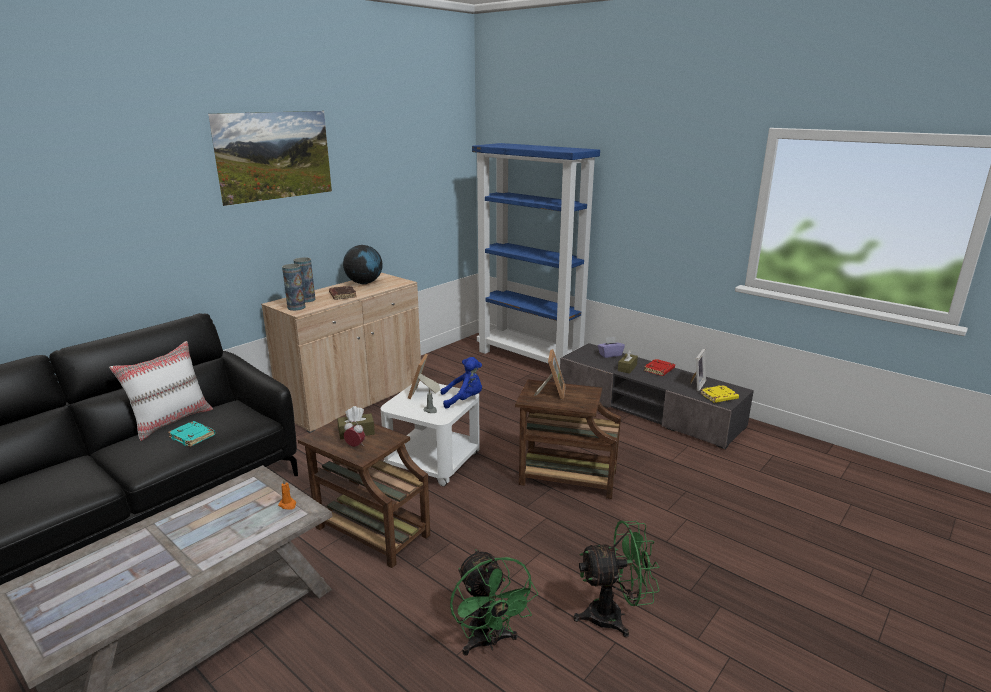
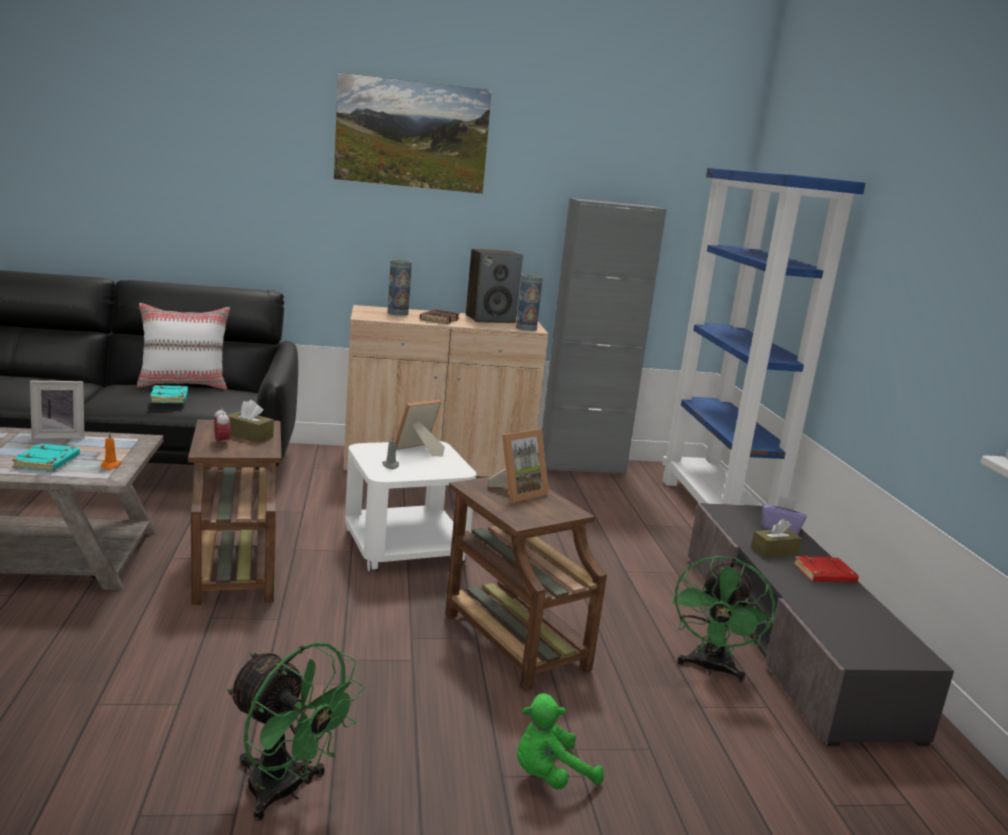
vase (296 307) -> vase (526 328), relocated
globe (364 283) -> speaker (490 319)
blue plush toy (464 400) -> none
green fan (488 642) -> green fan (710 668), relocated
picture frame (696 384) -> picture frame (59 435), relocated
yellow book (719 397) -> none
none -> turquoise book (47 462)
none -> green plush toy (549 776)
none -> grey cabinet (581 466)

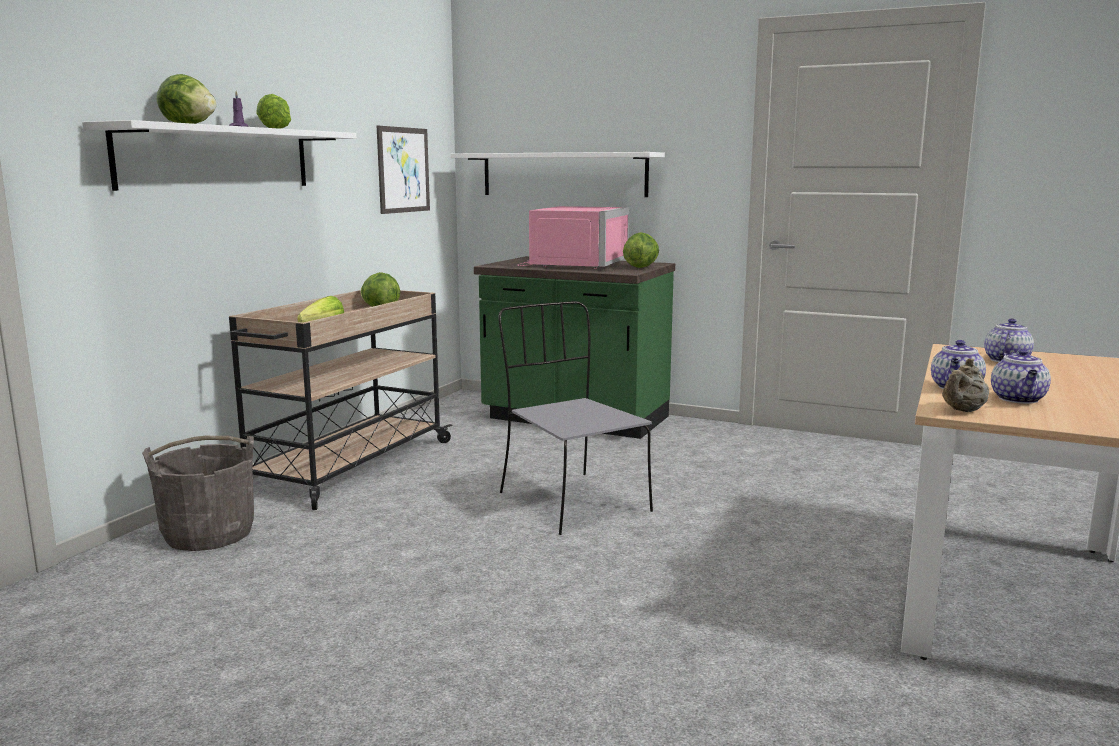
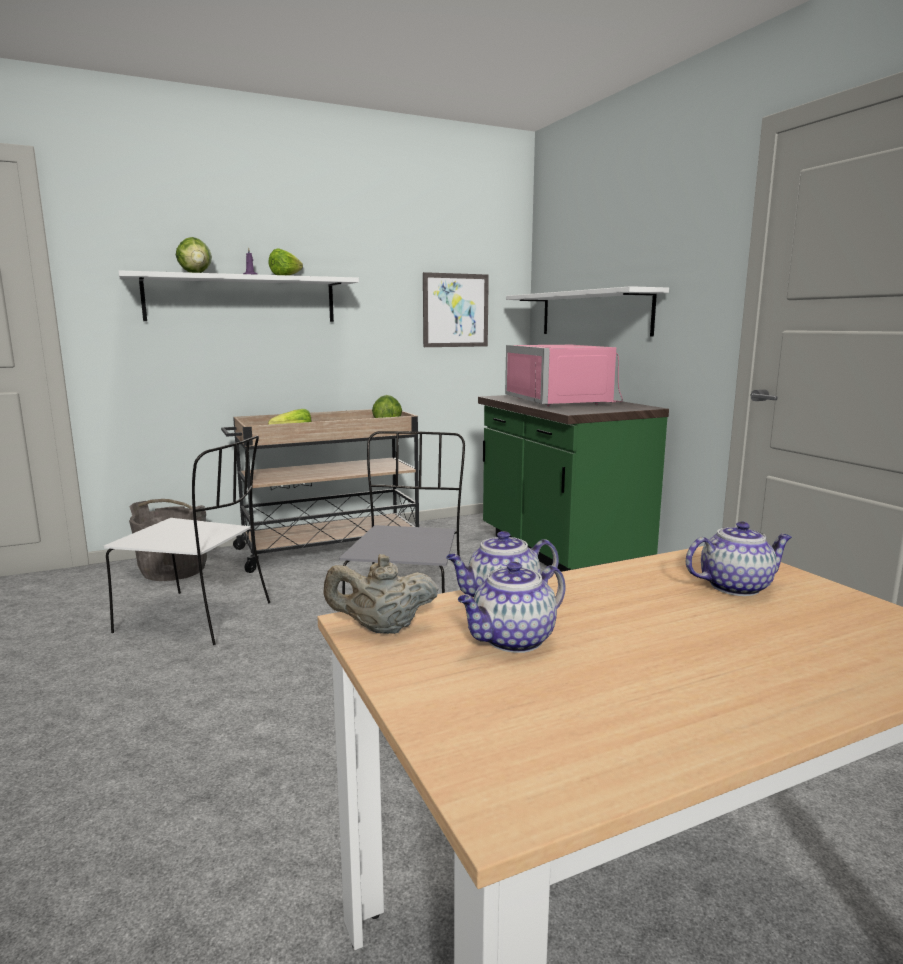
pink microwave (572 264) -> pink microwave (564 401), 105 degrees clockwise
lettuce (641 267) -> none
none -> white chair (198 618)

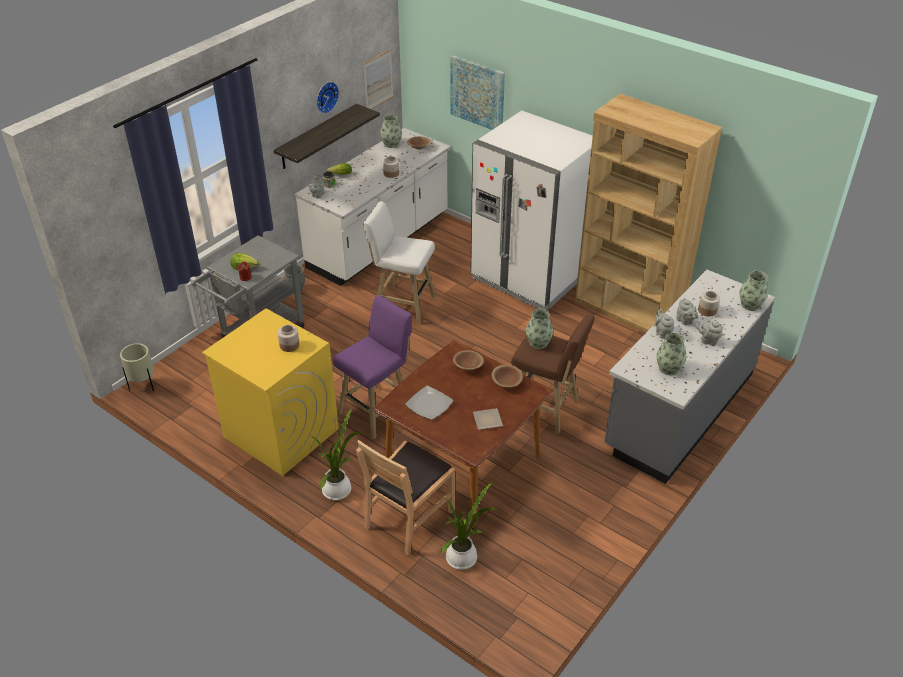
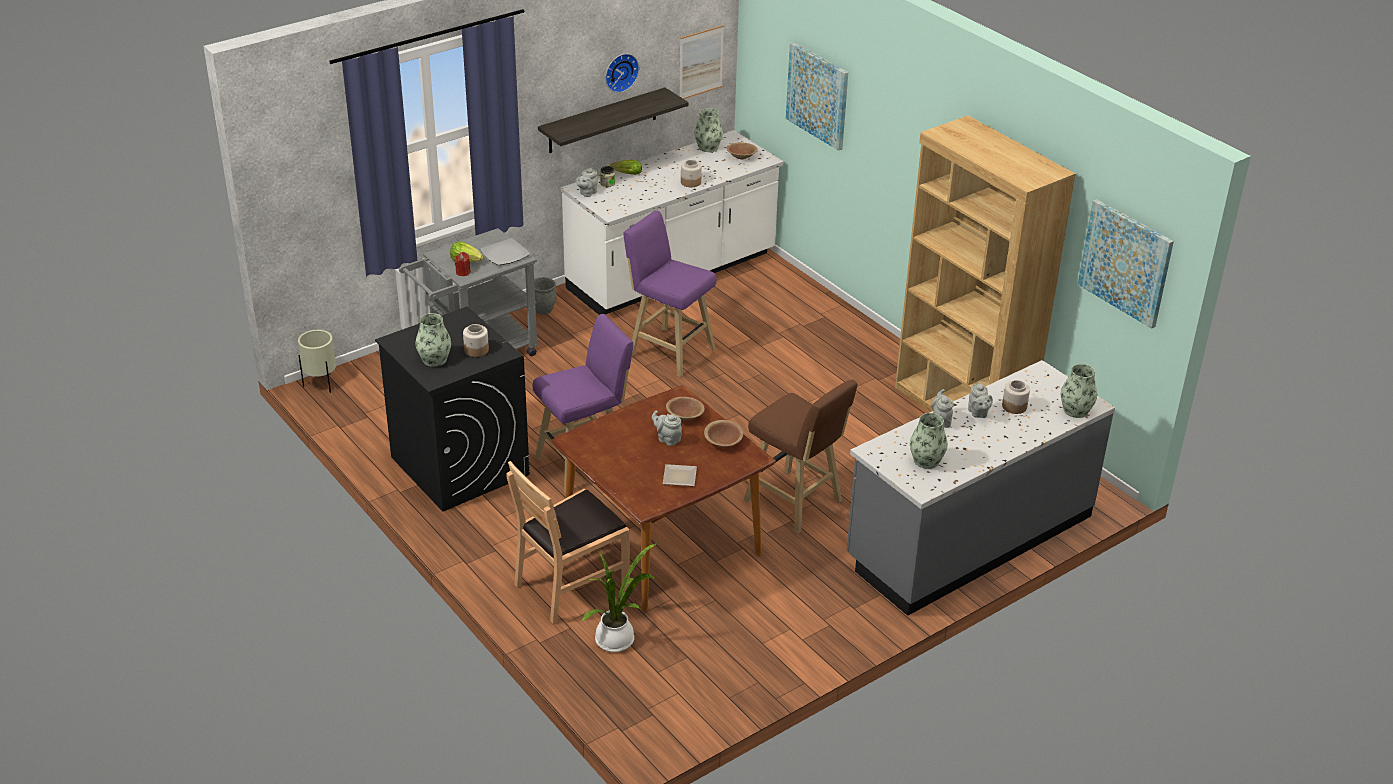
yellow washing machine (280 432) -> black washing machine (459 465)
potted plant (339 489) -> none
white stool (402 304) -> purple stool (668 351)
plate (428 404) -> plate (504 254), relocated
white fridge (528 277) -> none
vase (538 342) -> vase (434 359), relocated
grey teapot (708 341) -> grey teapot (667 439), relocated
none -> picture (1126 262)

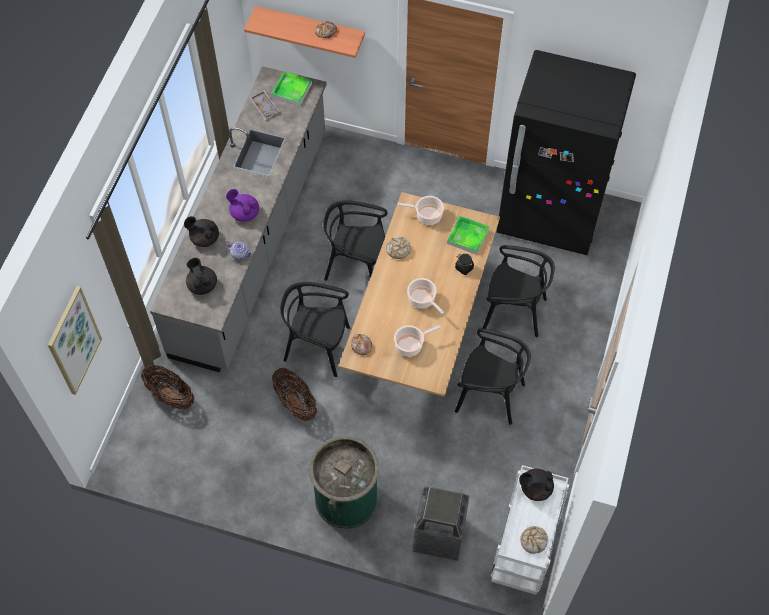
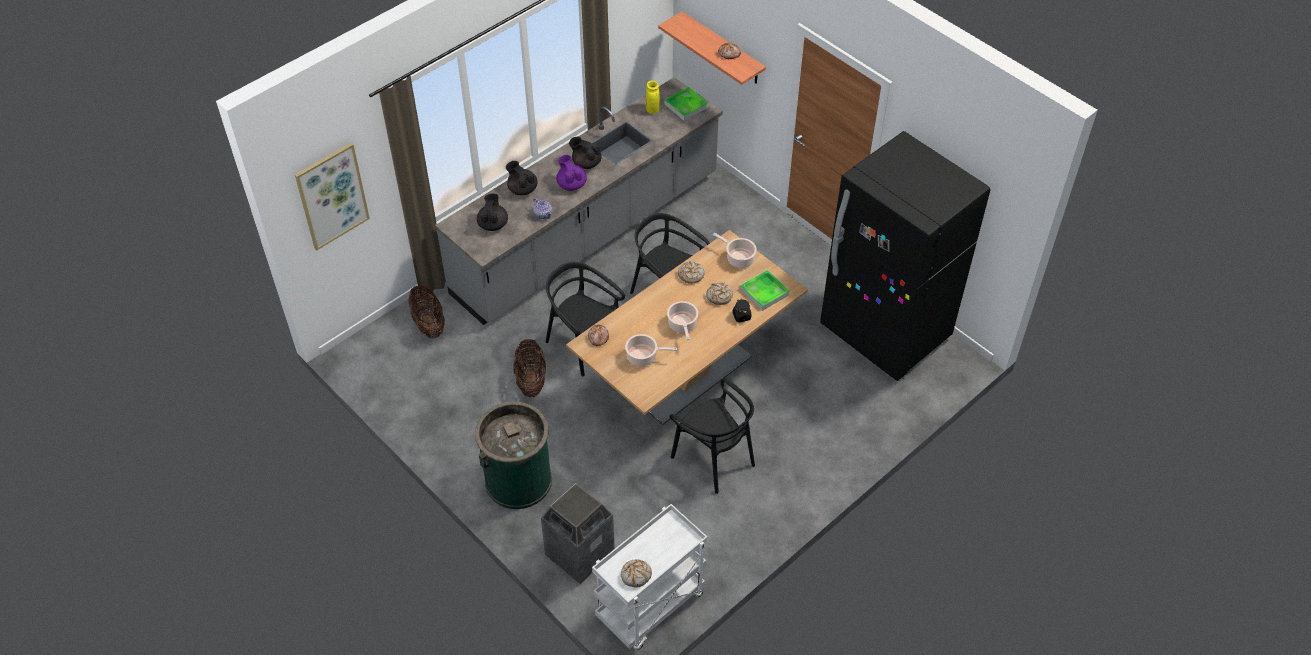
grey tray (265 107) -> yellow vase (652 109)
black chair (513 311) -> none
black teapot (535 488) -> black teapot (586 163), relocated
none -> bread (719 296)

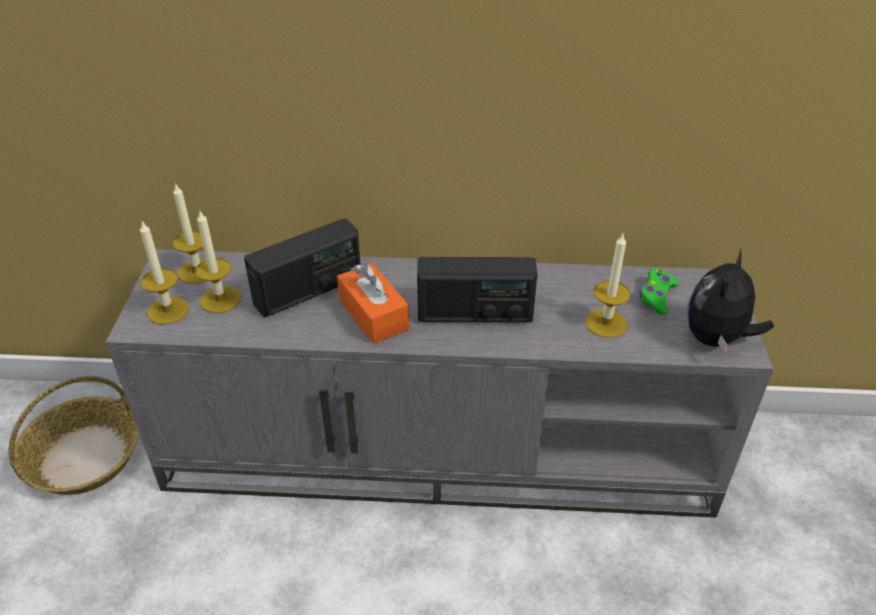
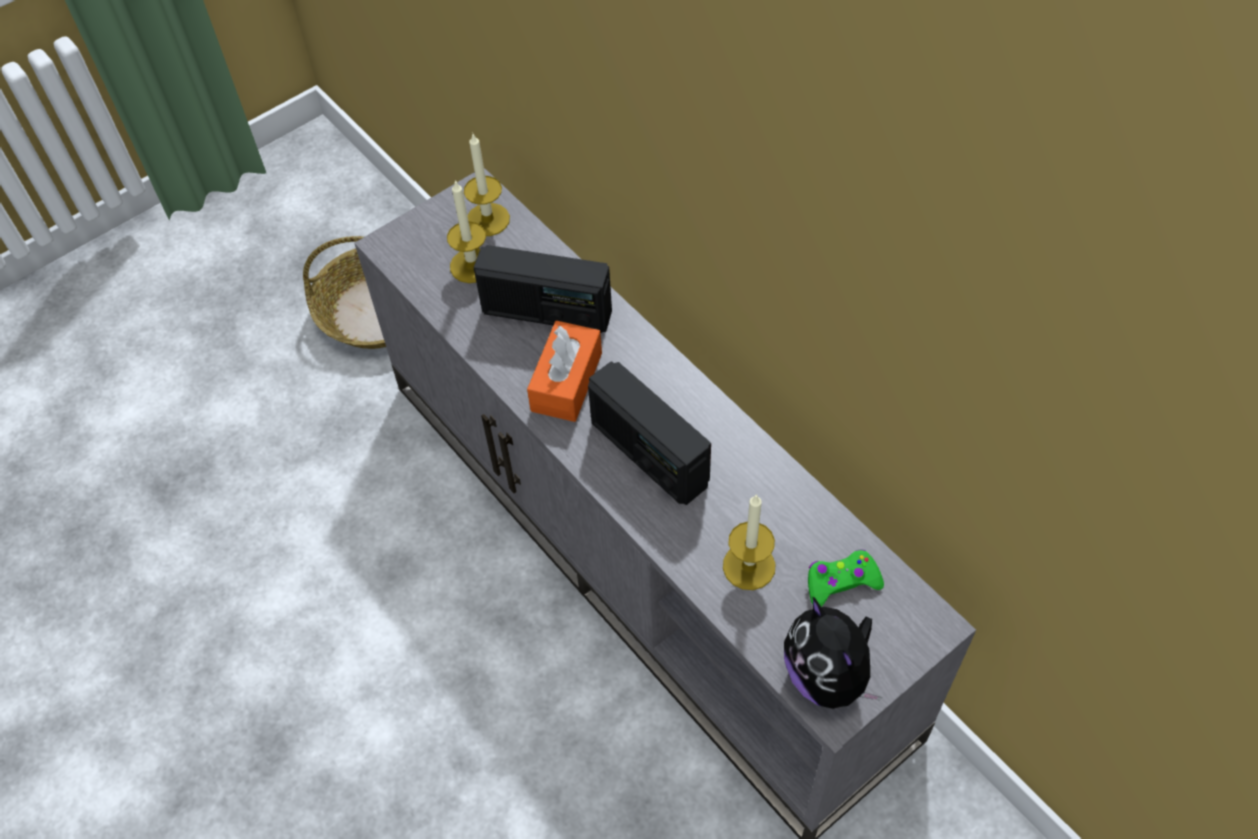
candle (168 310) -> none
plush toy (716 339) -> plush toy (828 675), 105 degrees counterclockwise

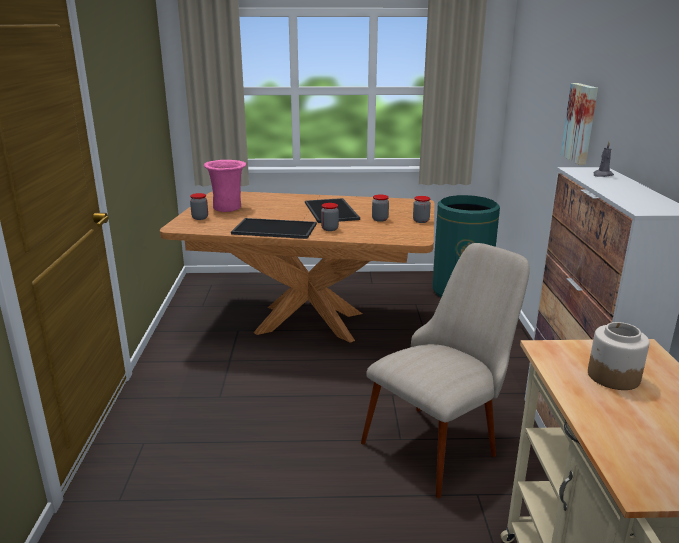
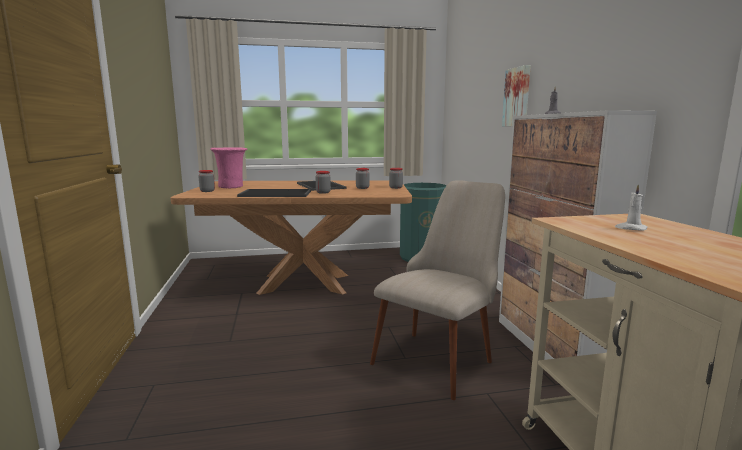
jar (613 376) -> white candle (630 228)

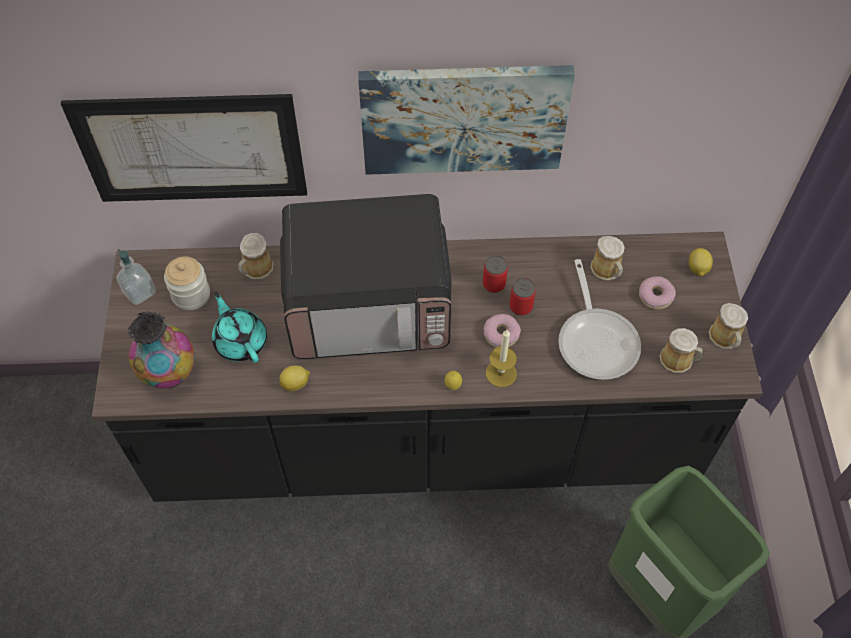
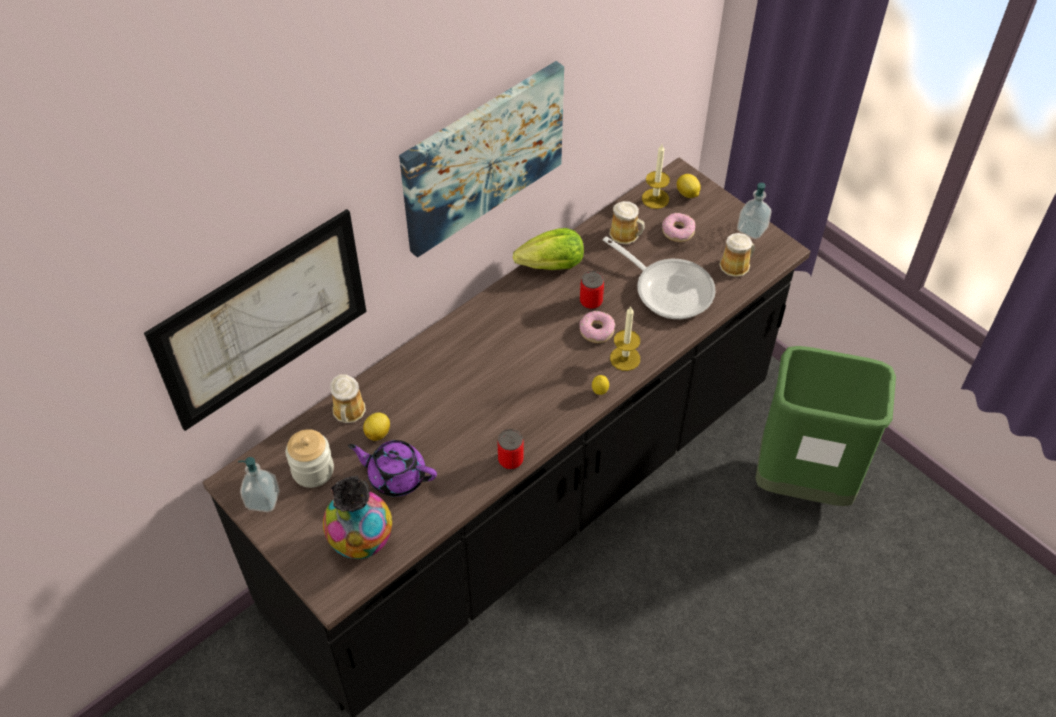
turquoise teapot (240 341) -> purple teapot (396 476)
lemon (296 384) -> lemon (378 433), relocated
microwave (370 303) -> none
can (494 284) -> can (510 460), relocated
mug (725 337) -> soap dispenser (752 229)
none -> lettuce (552 265)
none -> candle (655 198)

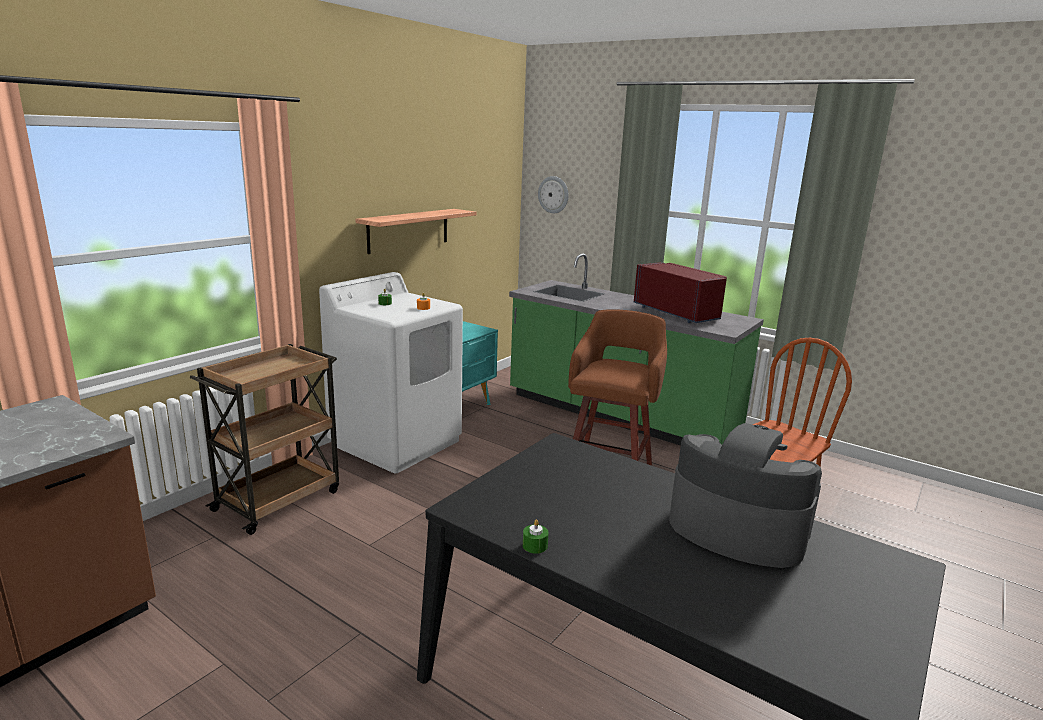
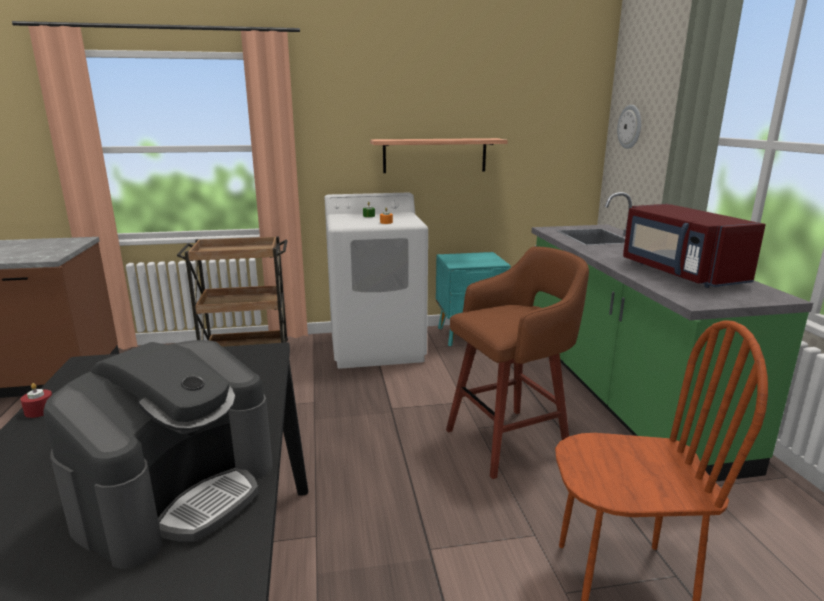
green candle (535 545) -> red candle (39 410)
red microwave (677 313) -> red microwave (679 273), 150 degrees clockwise
coffee machine (736 528) -> coffee machine (178 492), 45 degrees clockwise

